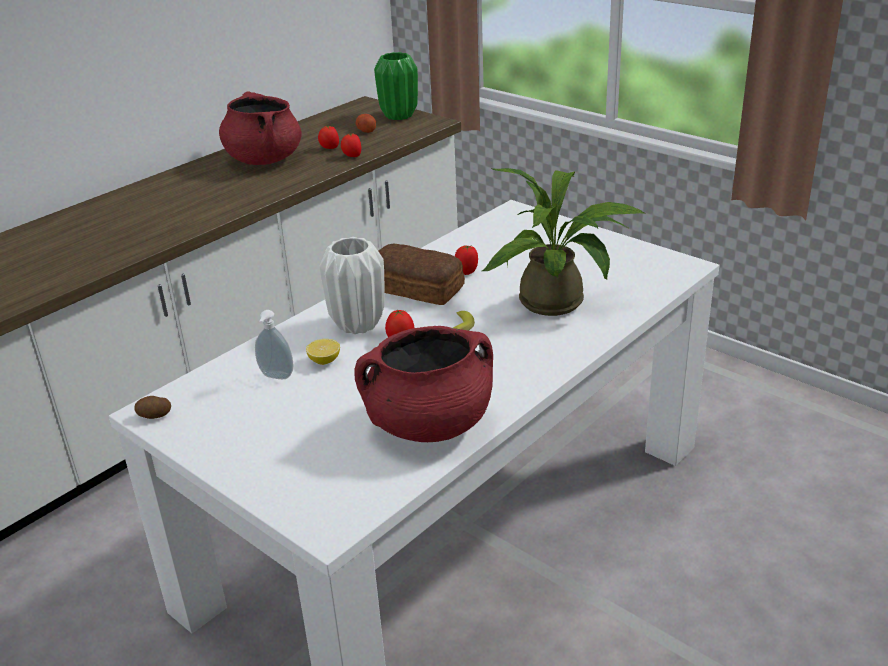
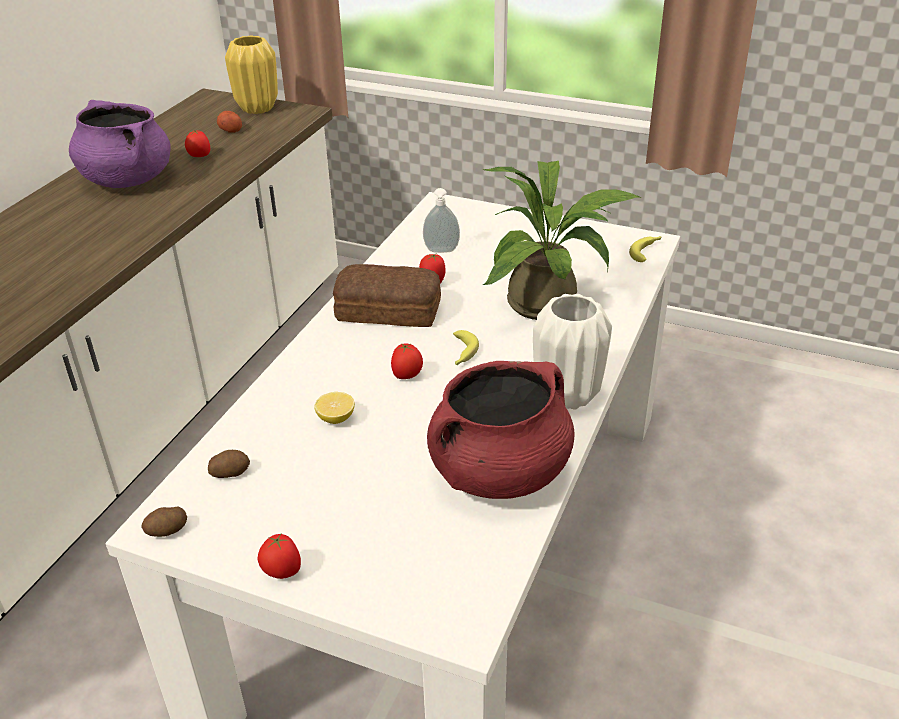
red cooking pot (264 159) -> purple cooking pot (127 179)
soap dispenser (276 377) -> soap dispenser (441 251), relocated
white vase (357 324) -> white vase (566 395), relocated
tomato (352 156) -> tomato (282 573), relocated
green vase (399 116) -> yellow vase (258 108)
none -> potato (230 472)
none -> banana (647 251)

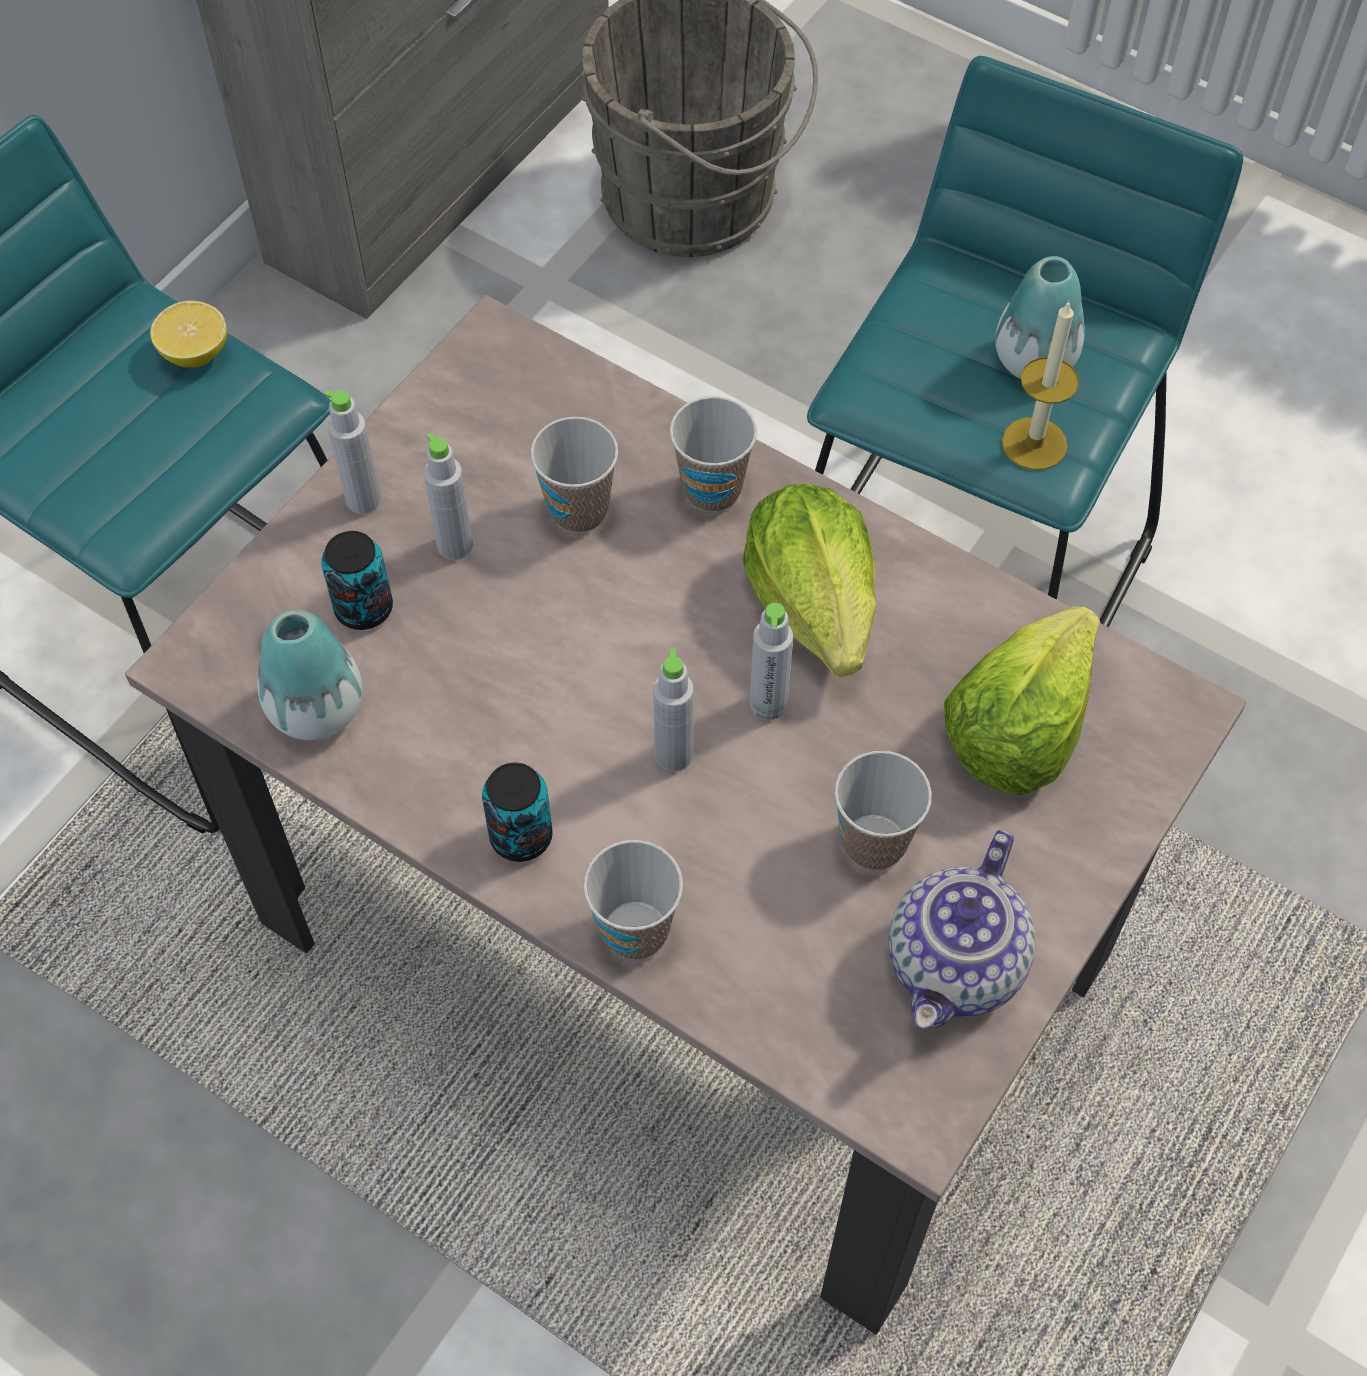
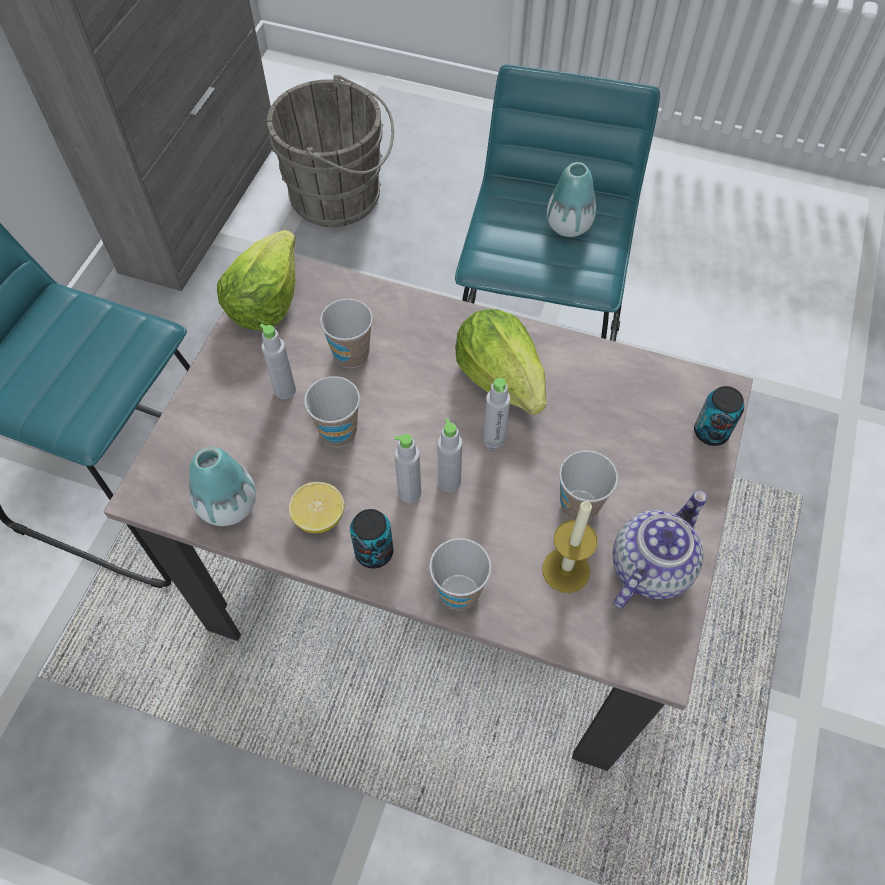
lemon (195 352) -> lemon (319 517), relocated
can (364 608) -> can (711 432), relocated
grey bottle (363 500) -> grey bottle (409 493), relocated
cup (712 490) -> cup (338 432), relocated
teapot (957 966) -> teapot (649 566), 150 degrees counterclockwise
lettuce (1017 726) -> lettuce (265 300), relocated
candle (1034 444) -> candle (566 570), relocated

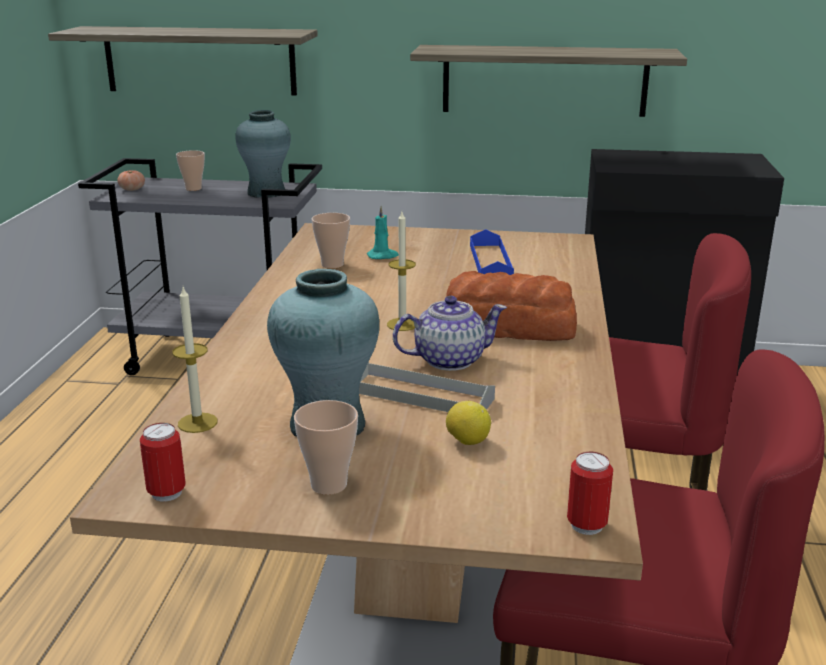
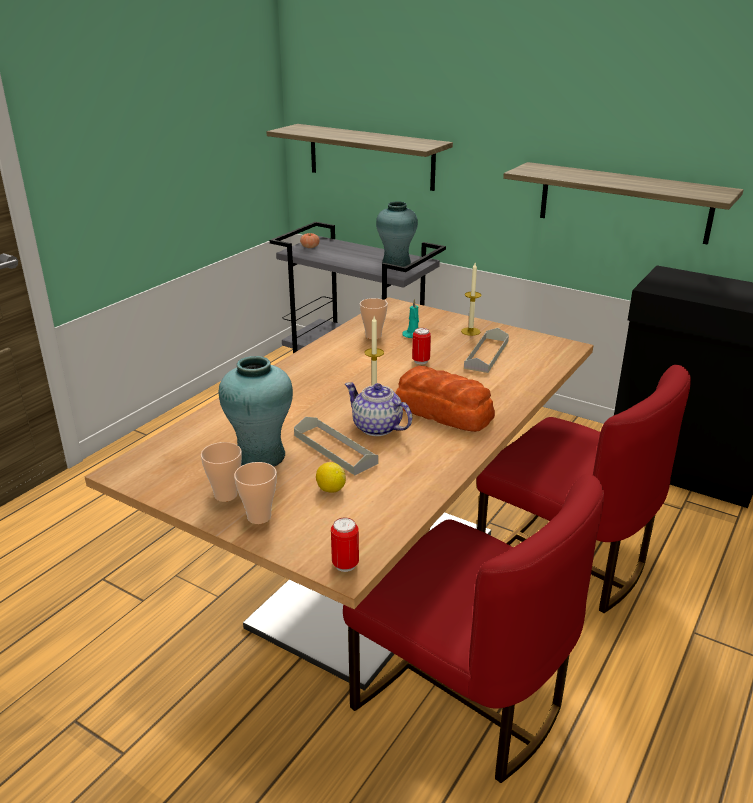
can (166 493) -> can (421 361), relocated
candle (197 423) -> candle (470 331), relocated
cup (193 188) -> cup (259 517), relocated
teapot (448 360) -> teapot (377 428), 150 degrees counterclockwise
blue tray (490 261) -> grey tray (486 354)

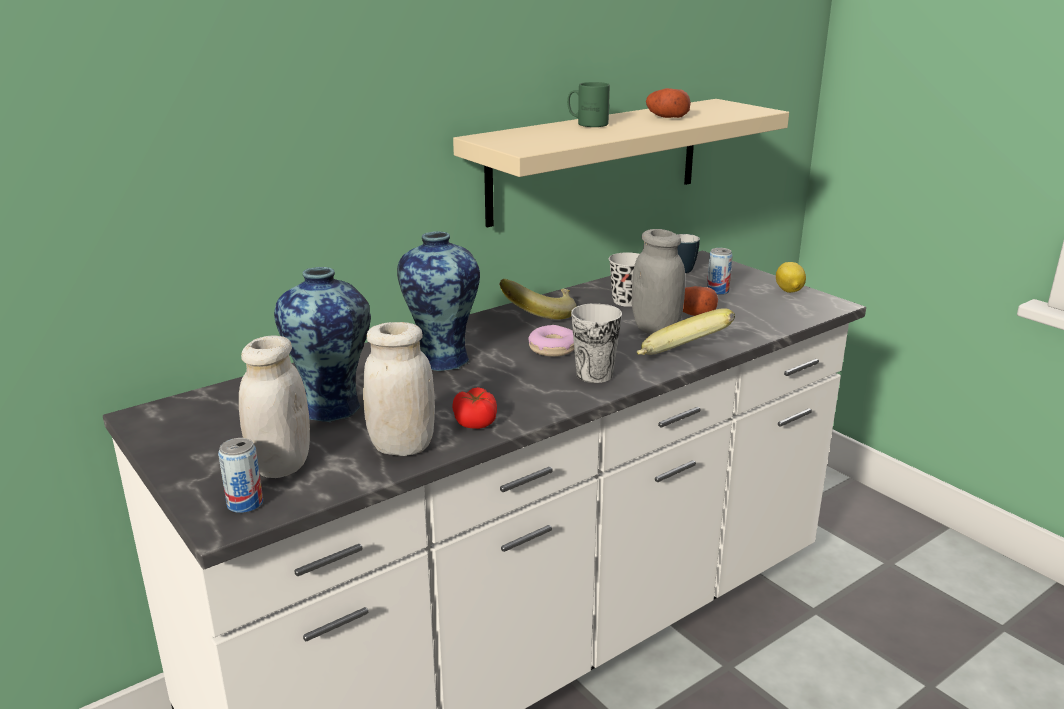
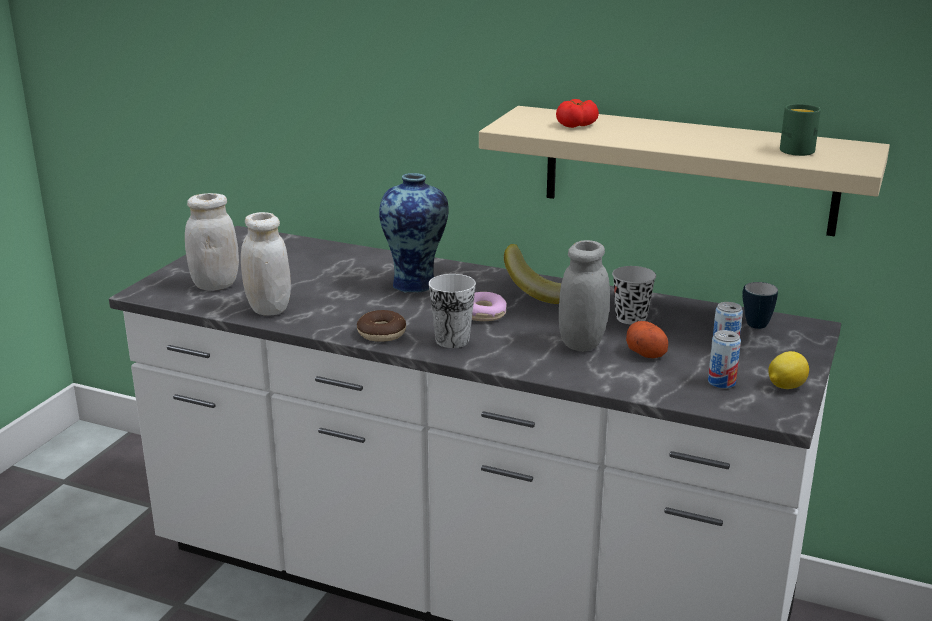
can (245 503) -> can (721 382), relocated
vase (332 407) -> none
tomato (475 421) -> tomato (577 125), relocated
green mug (587 124) -> green mug (794 149), relocated
banana (681 359) -> none
potato (666 117) -> none
none -> donut (381 333)

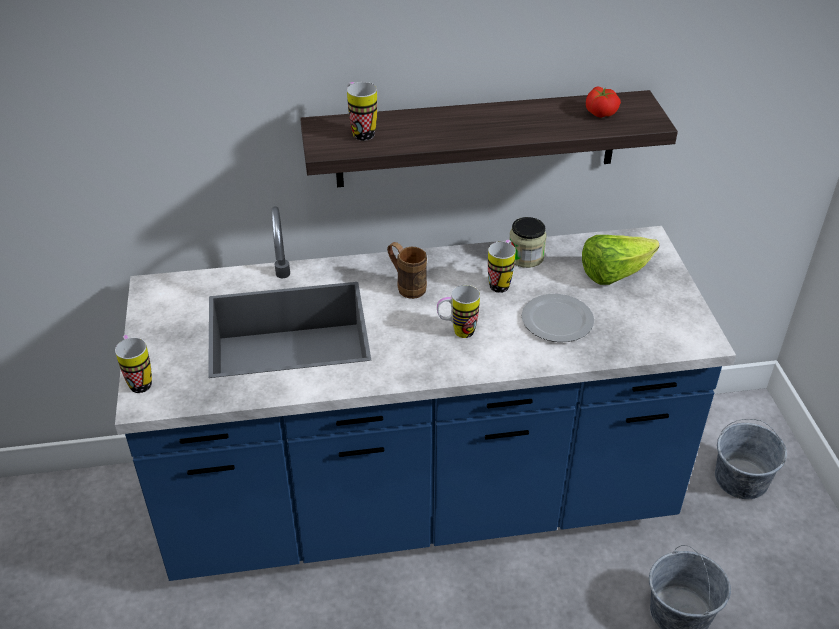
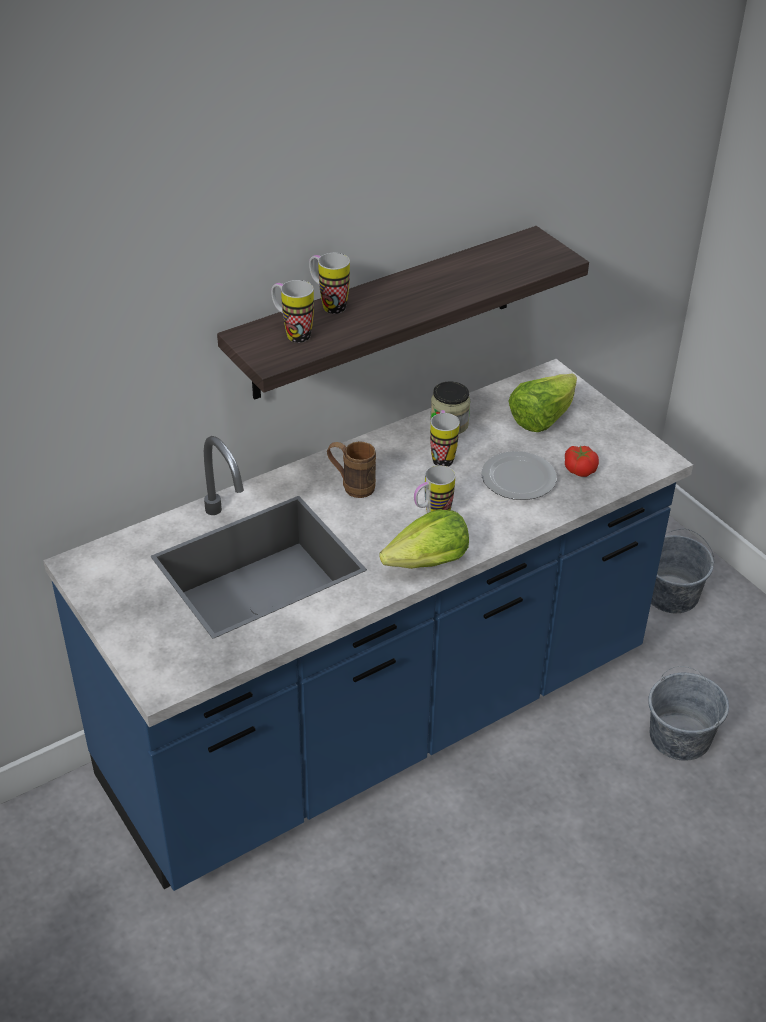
mug (138 380) -> mug (328 305), relocated
tomato (601 112) -> tomato (580 469), relocated
none -> lettuce (428 562)

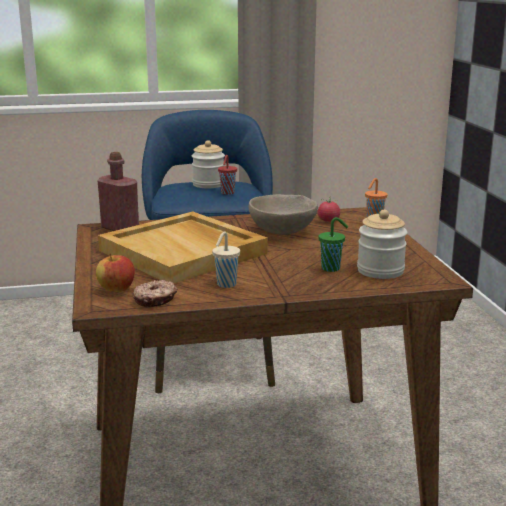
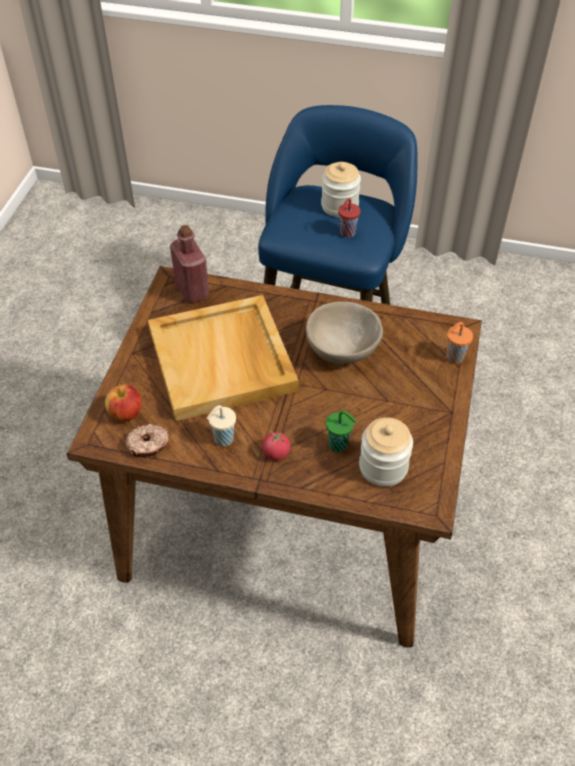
tomato (328 221) -> tomato (276 453), relocated

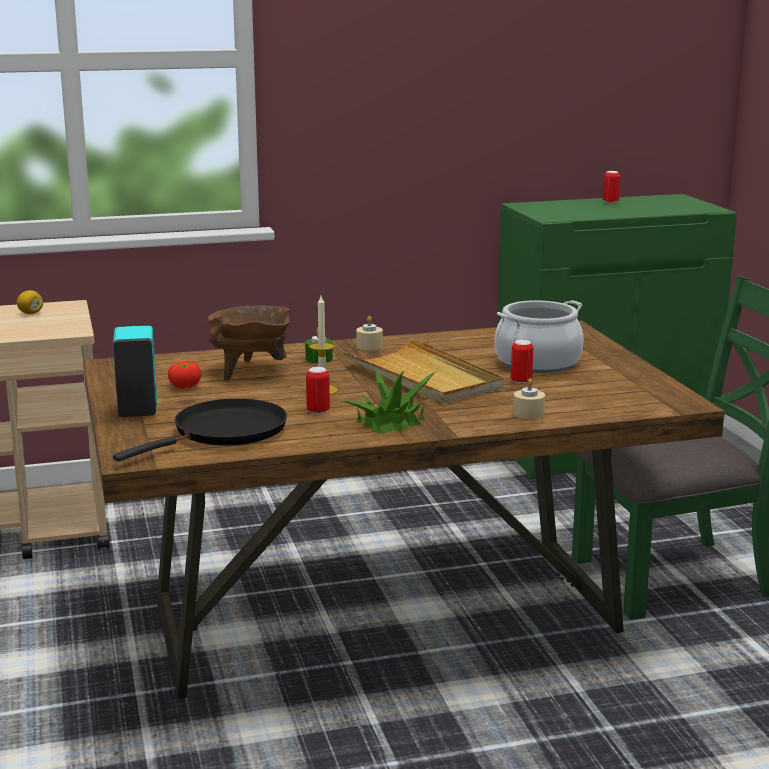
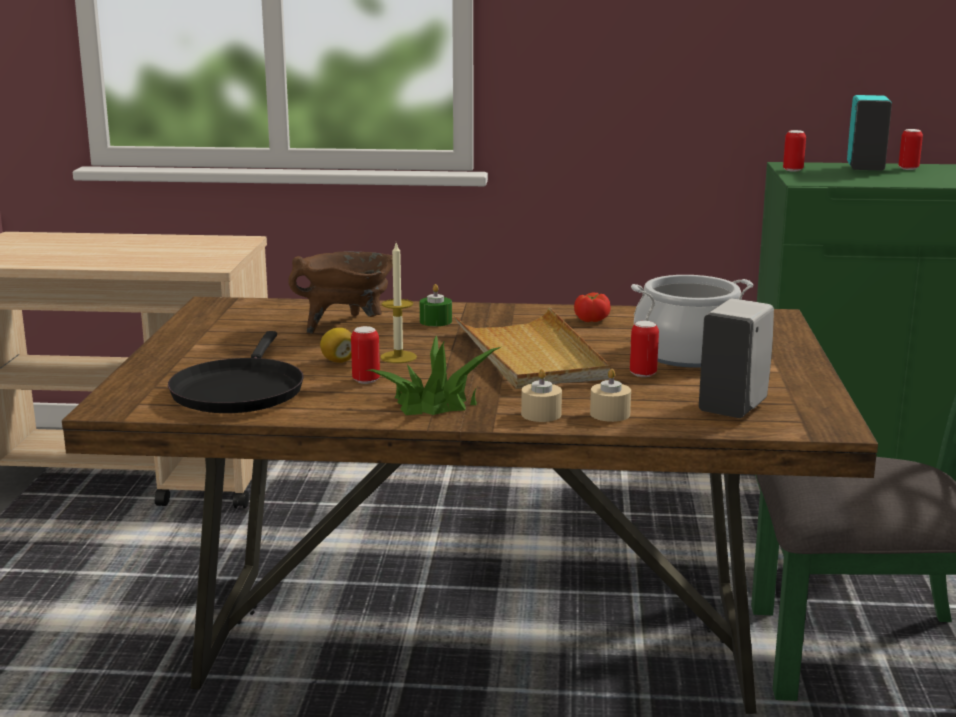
lemon (30 313) -> lemon (338 361), relocated
turquoise soap dispenser (138 410) -> turquoise soap dispenser (865 169), relocated
black frying pan (224 432) -> black frying pan (239 391), 120 degrees clockwise
tomato (184 386) -> tomato (590 319), relocated
beige candle (369 346) -> beige candle (541 414), relocated
none -> white soap dispenser (733 408)
none -> can (793 170)

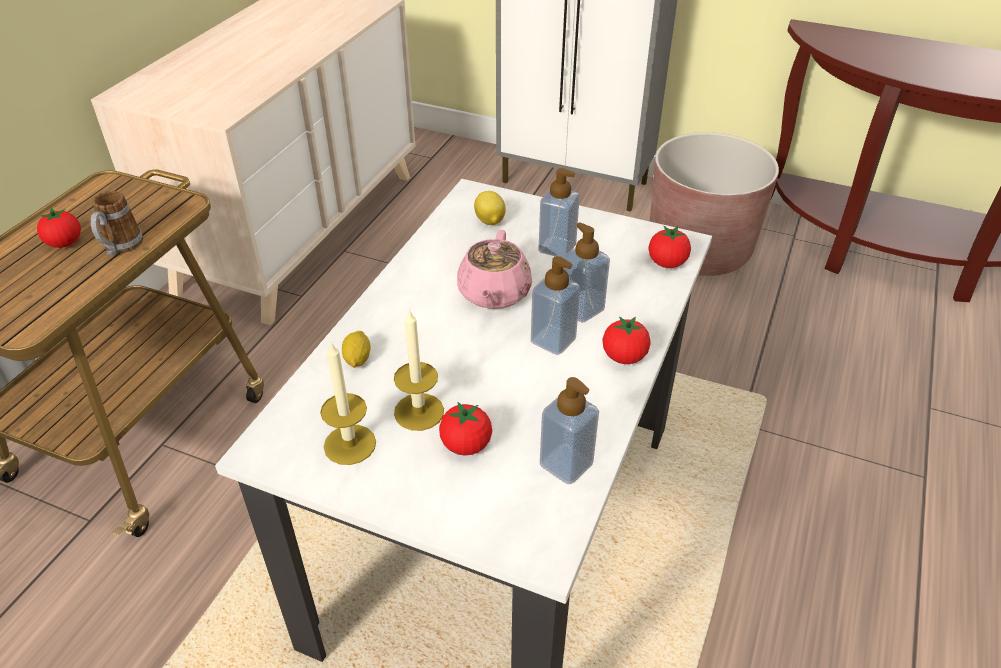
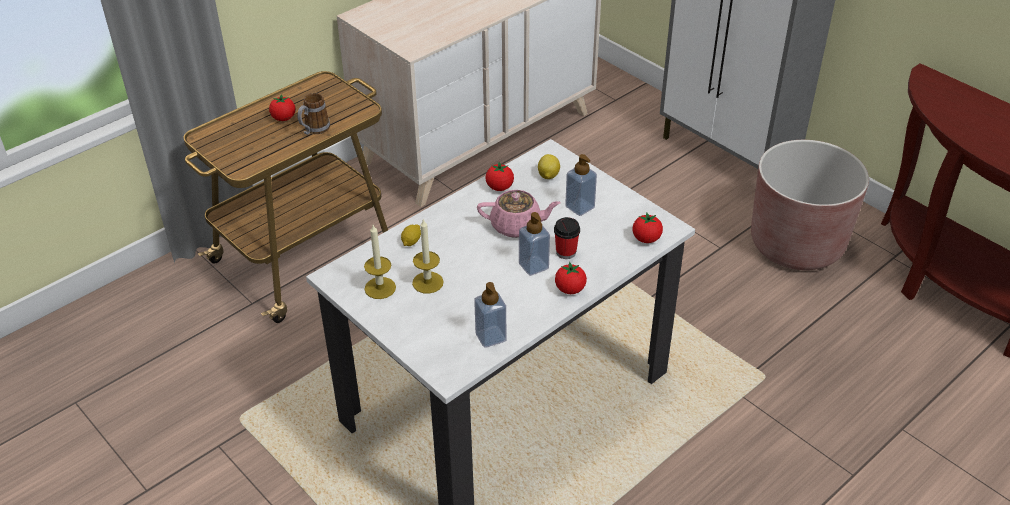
tomato (466 445) -> tomato (499 187), relocated
pink teapot (494 294) -> pink teapot (517 226), 120 degrees counterclockwise
soap dispenser (582 309) -> cup (566 252)

